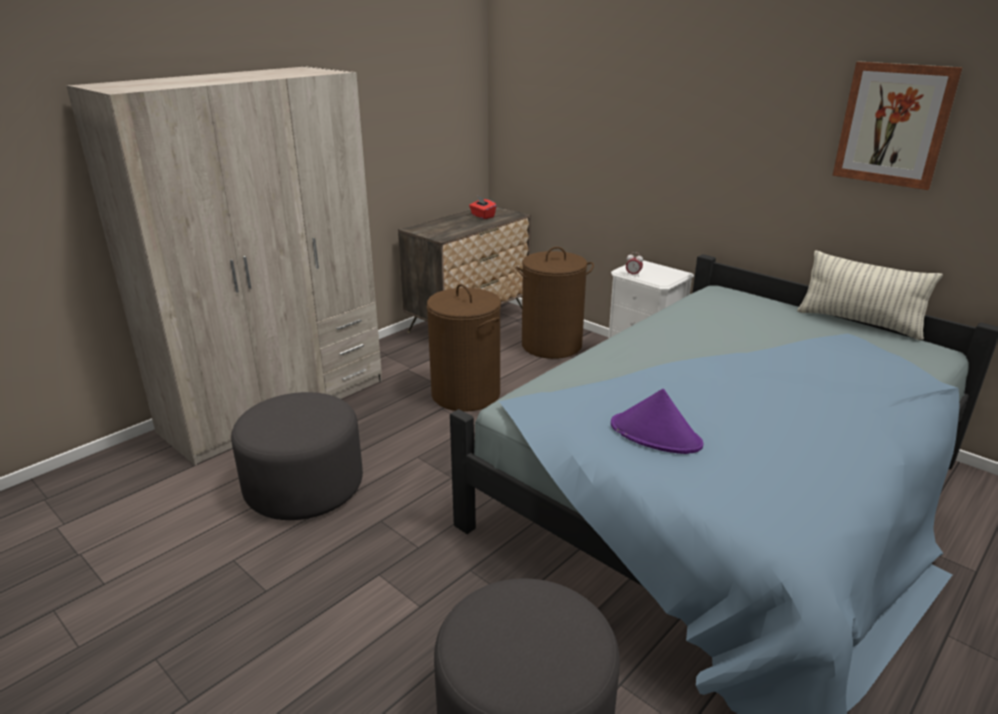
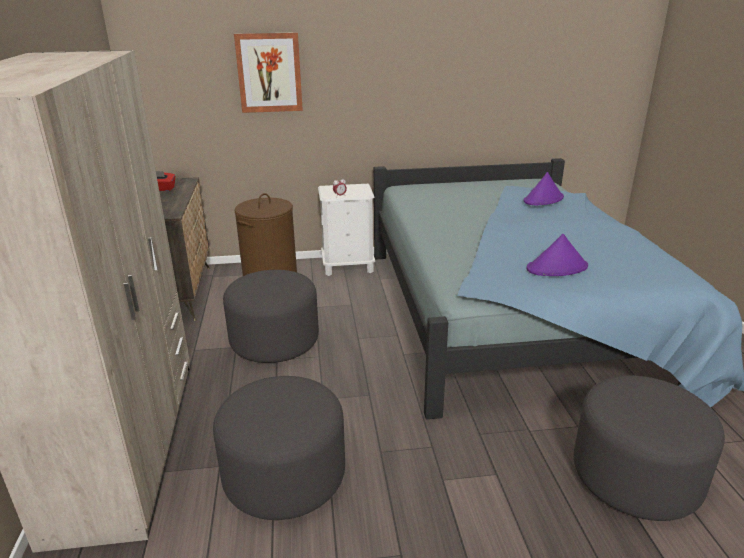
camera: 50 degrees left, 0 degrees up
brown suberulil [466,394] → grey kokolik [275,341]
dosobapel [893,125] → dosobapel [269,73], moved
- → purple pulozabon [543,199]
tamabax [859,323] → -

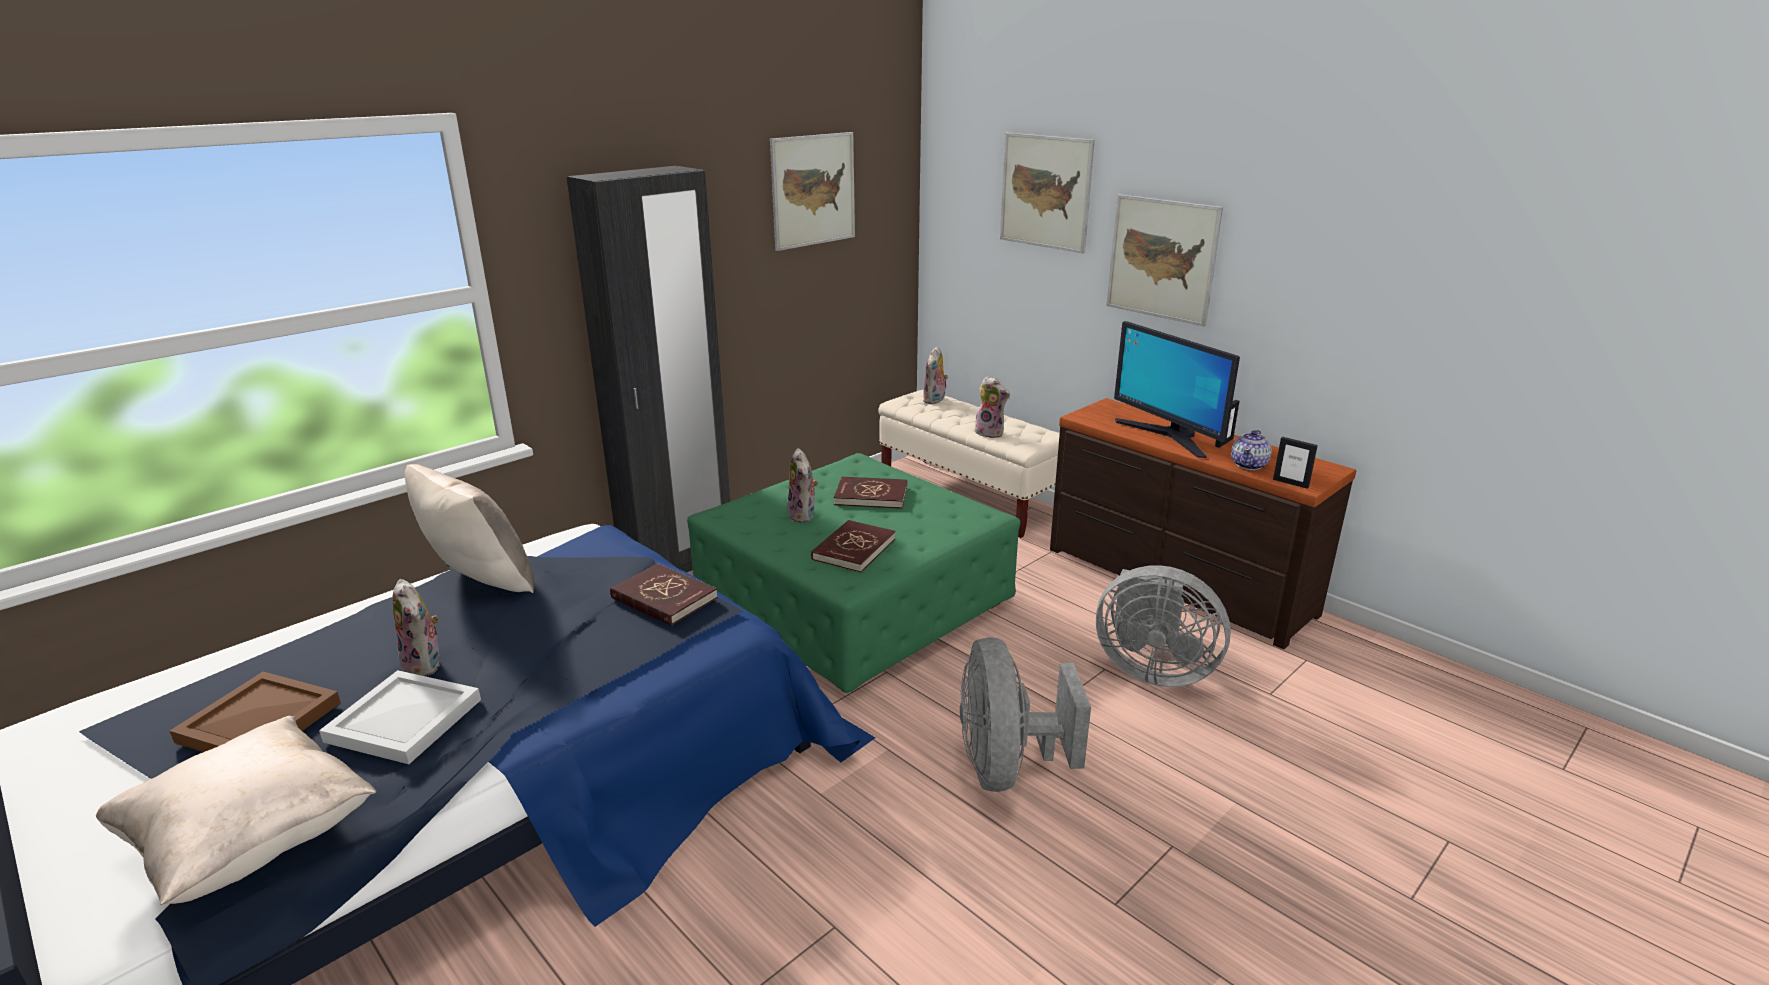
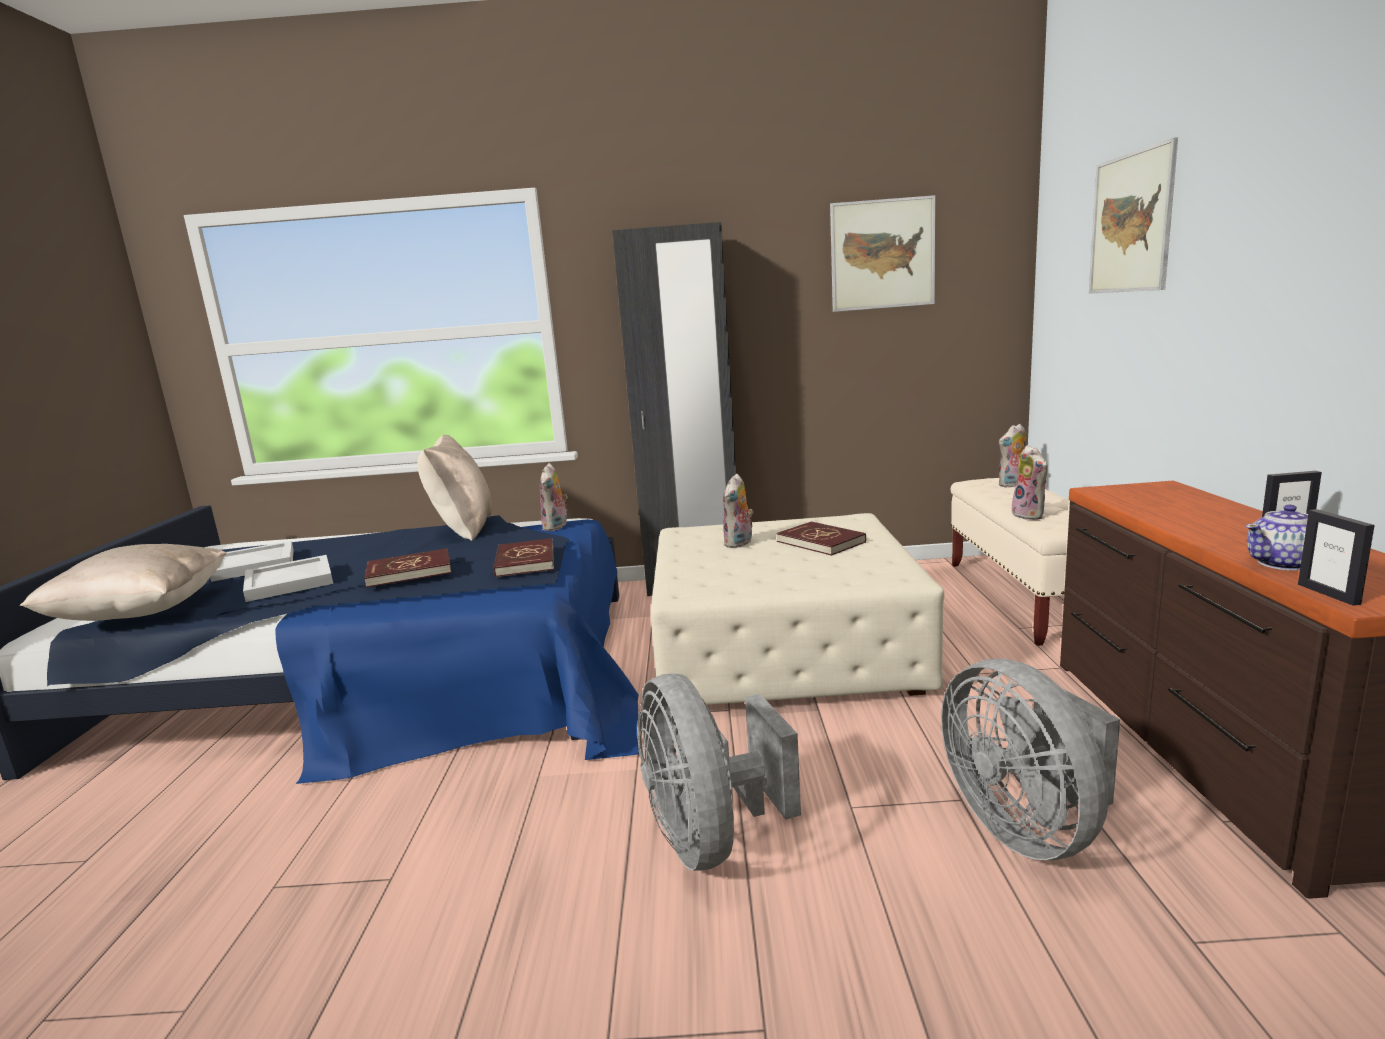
camera: 45 degrees right, 10 degrees down
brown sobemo [257,723] → white sobemo [253,564]
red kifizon [853,549] → red kifizon [409,572], moved
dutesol [426,665] → dutesol [556,527], moved
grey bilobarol [1007,767] → grey bilobarol [710,837], 60 degrees counterclockwise
green kokolik [852,602] → beige kokolik [782,649]
dosobapel [1162,259] → -
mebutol [1168,436] → -

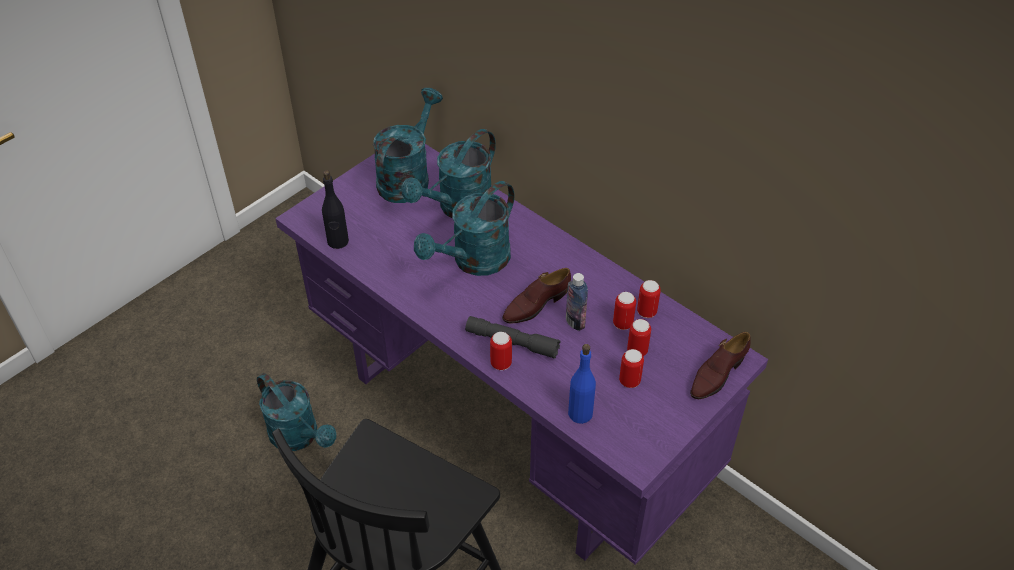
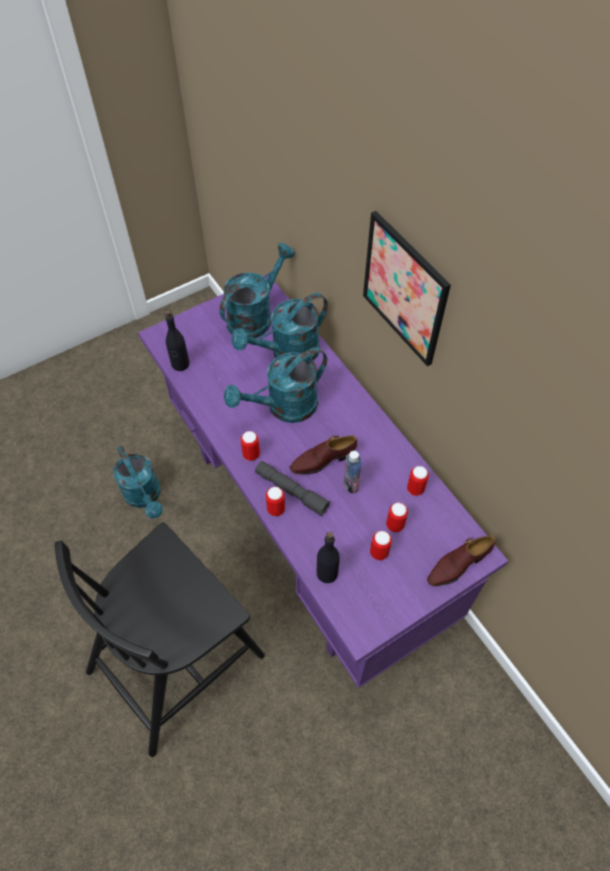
camera: 15 degrees right, 10 degrees up
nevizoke [623,323] → nevizoke [251,454], moved
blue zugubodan [580,413] → black zugubodan [327,573]
- → dosobapel [404,289]

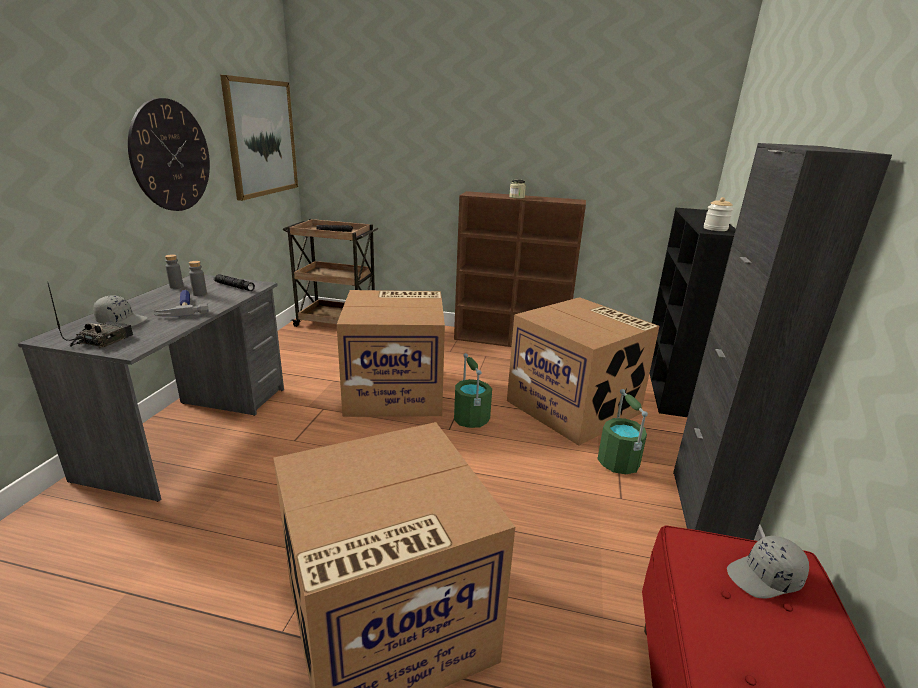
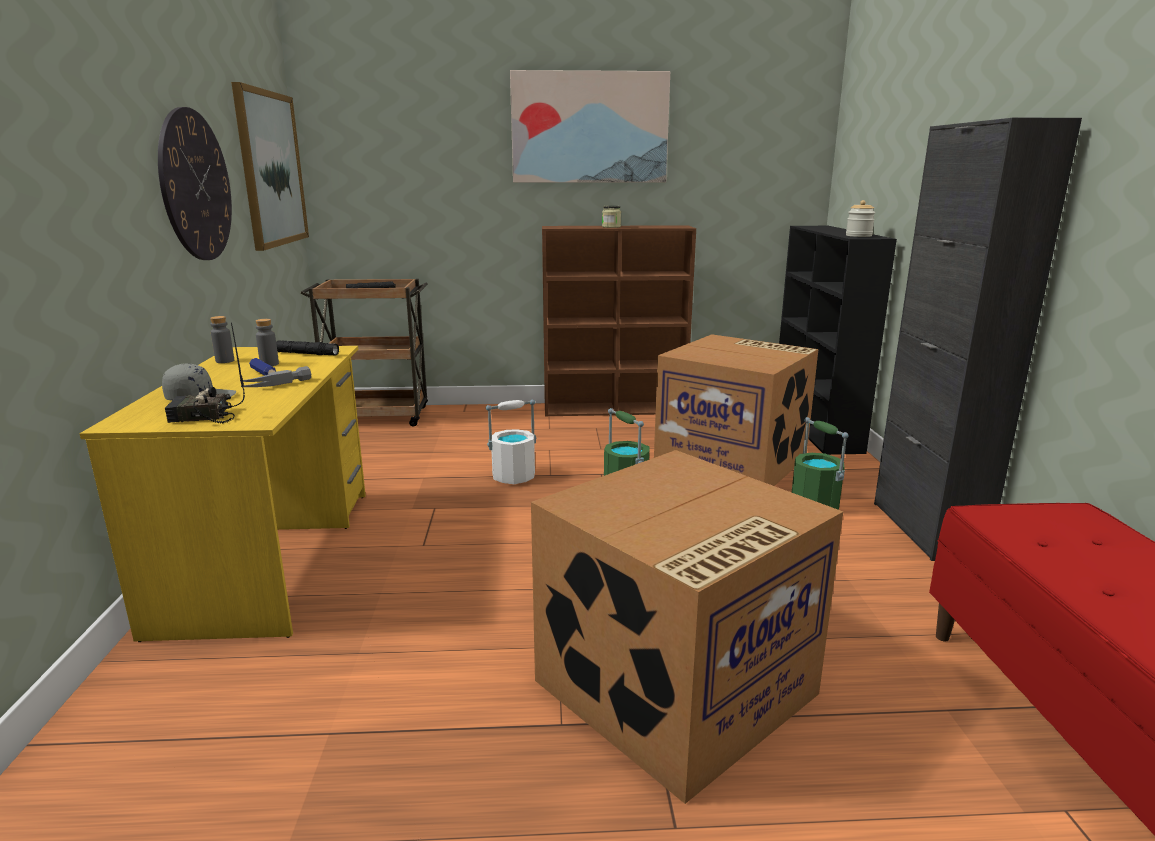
camera: 15 degrees left, 5 degrees down
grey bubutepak [192,429] → yellow bubutepak [271,556]
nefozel [102,340] → nefozel [202,417], 105 degrees counterclockwise
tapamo [396,391] → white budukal [514,476]
- → dosobapel [589,128]
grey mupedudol [765,578] → -

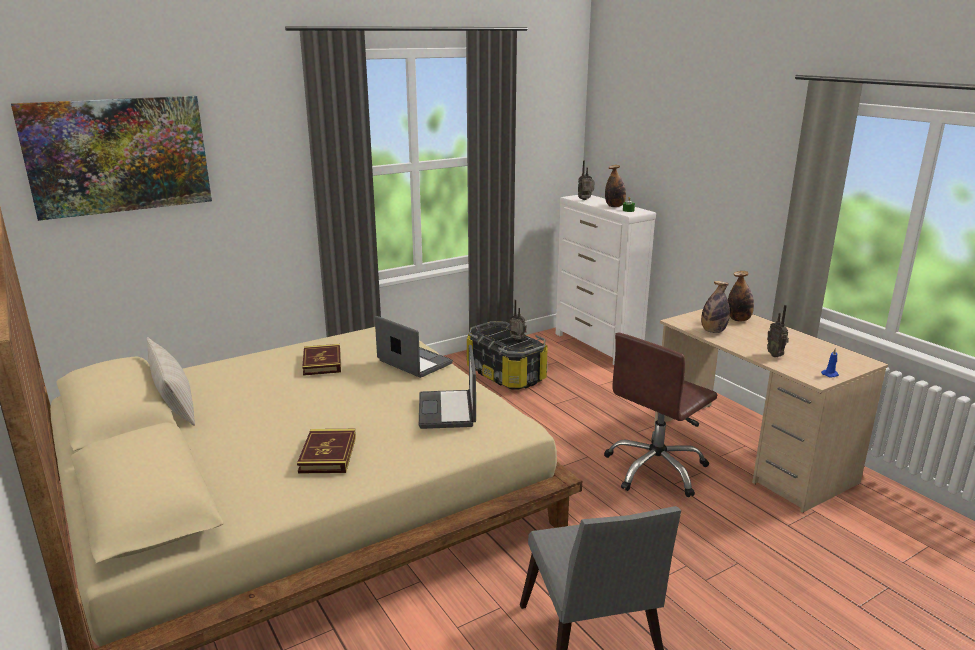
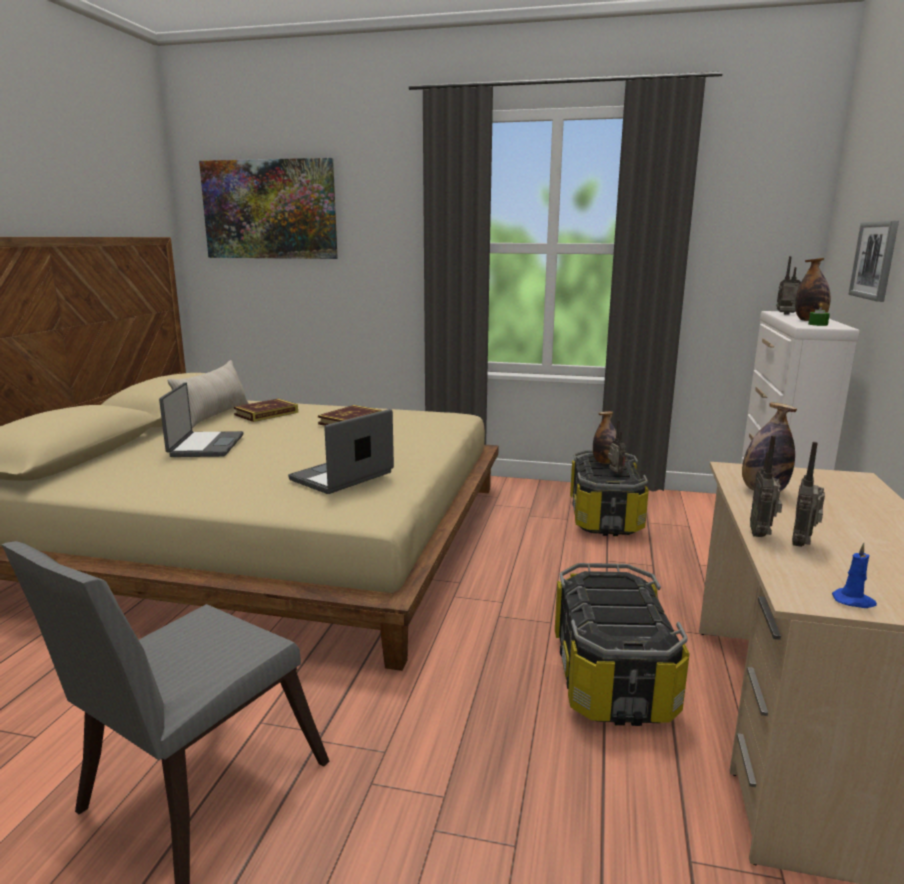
camera: 45 degrees right, 5 degrees down
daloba [413,363] → daloba [205,446], moved
kifizon [328,455] → kifizon [266,414], moved
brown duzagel [656,469] → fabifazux [610,677]
zugubodan [738,319] → zugubodan [605,462], moved
- → nefozel [761,534]
- → dosobapel [875,260]

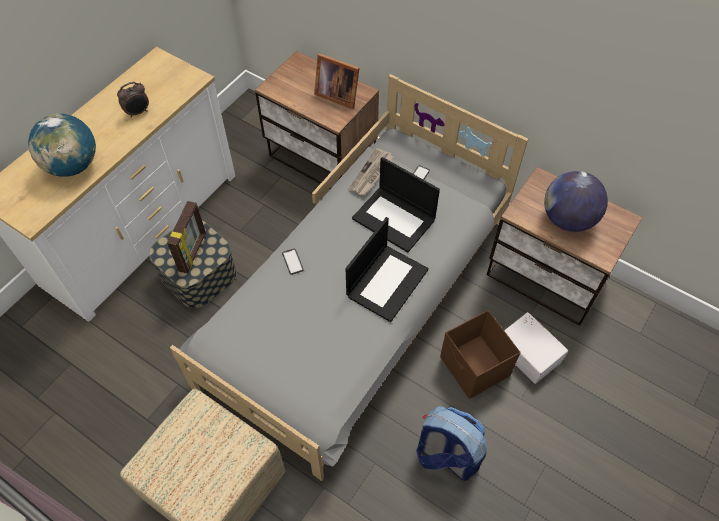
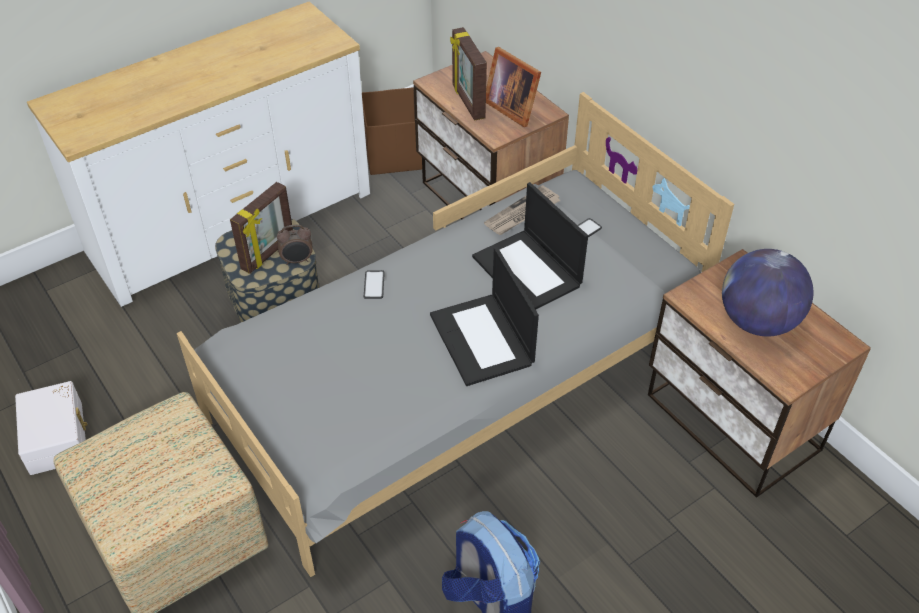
camera: 20 degrees right, 10 degrees down
white fabifazux [529,352] → white fabifazux [58,436], moved
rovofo [138,112] → rovofo [297,261], moved
brown fabifazux [474,367] → brown fabifazux [393,155], moved
daloba [387,282] → daloba [483,340], 105 degrees clockwise
- → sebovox [467,102]
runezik [73,166] → -

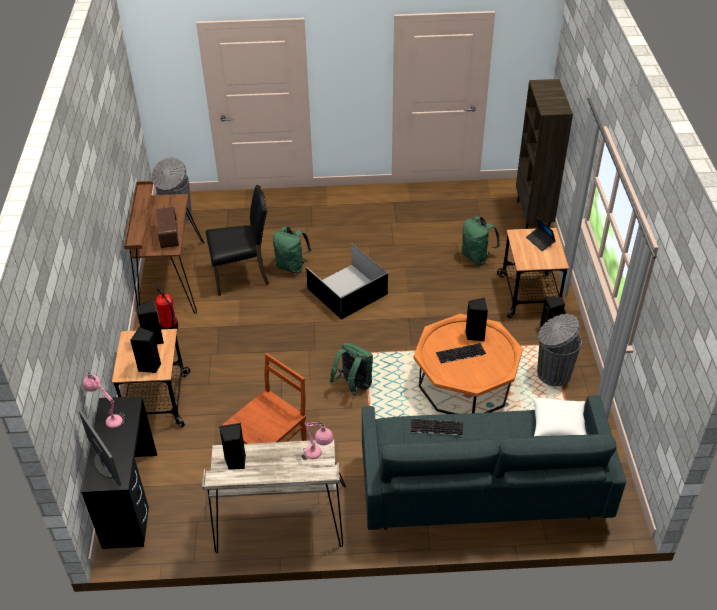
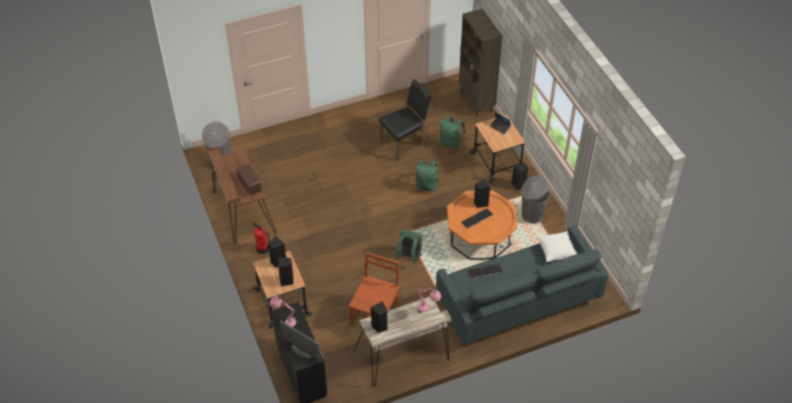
camera: 20 degrees left, 5 degrees up
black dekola [242,275] → black dekola [405,143], moved
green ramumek [292,266] → green ramumek [426,186], moved
black fabifazux [348,290] → -

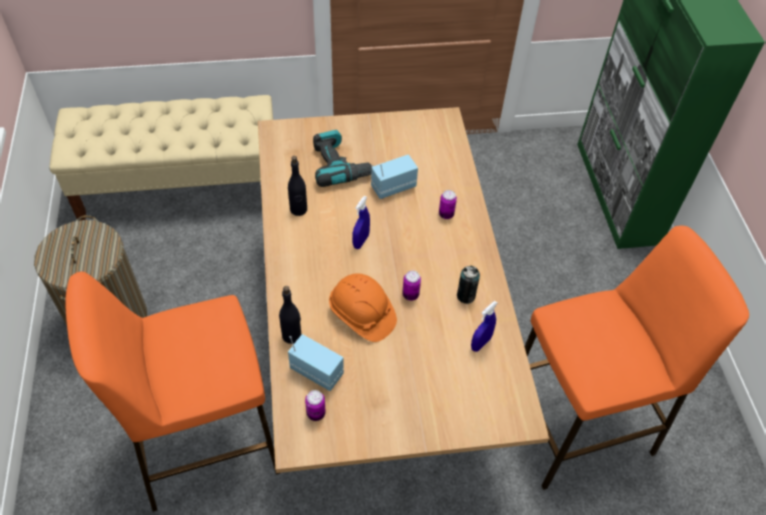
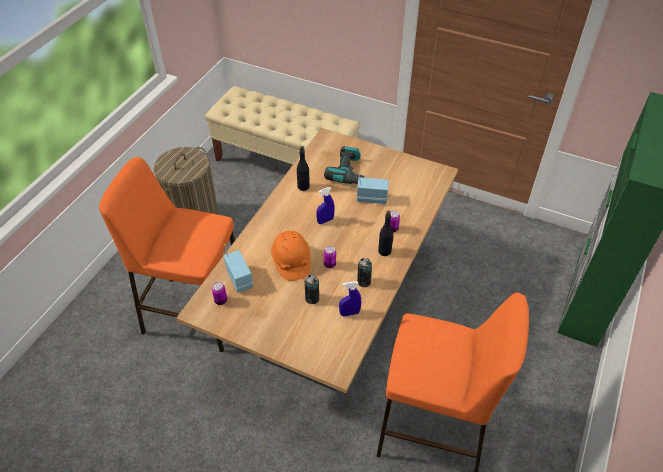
camera: 35 degrees right, 5 degrees down
- → nevizoke [312,298]
black zugubodan [292,335] → black zugubodan [385,251], moved

